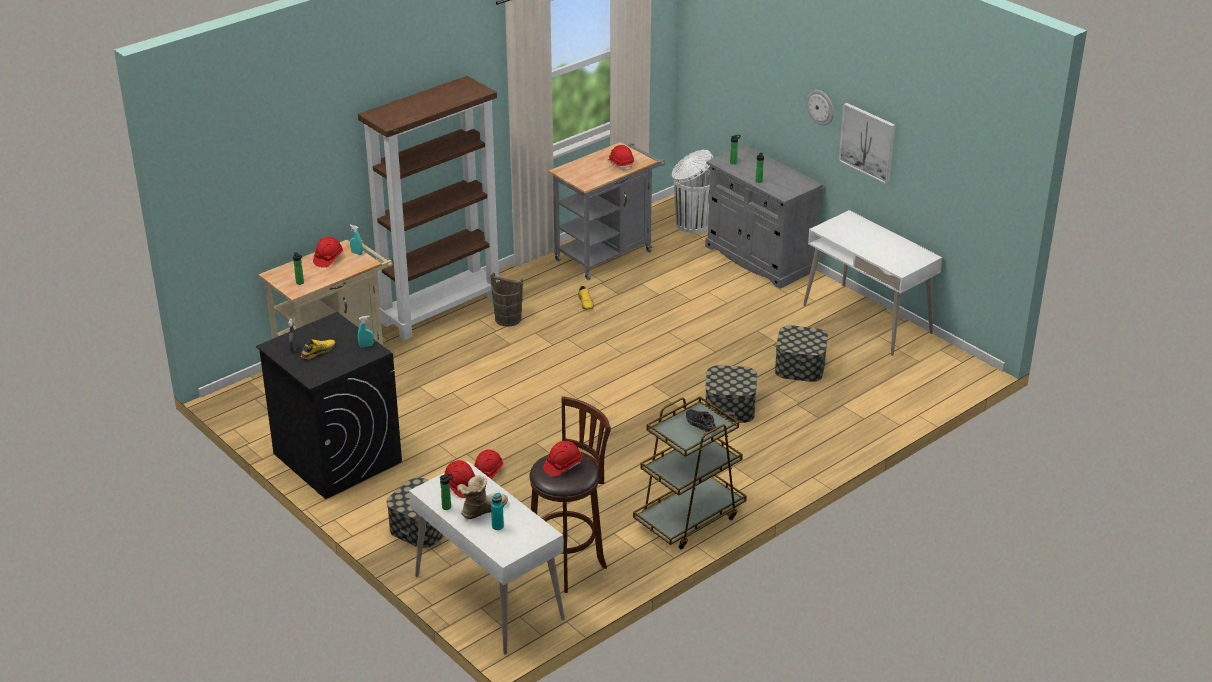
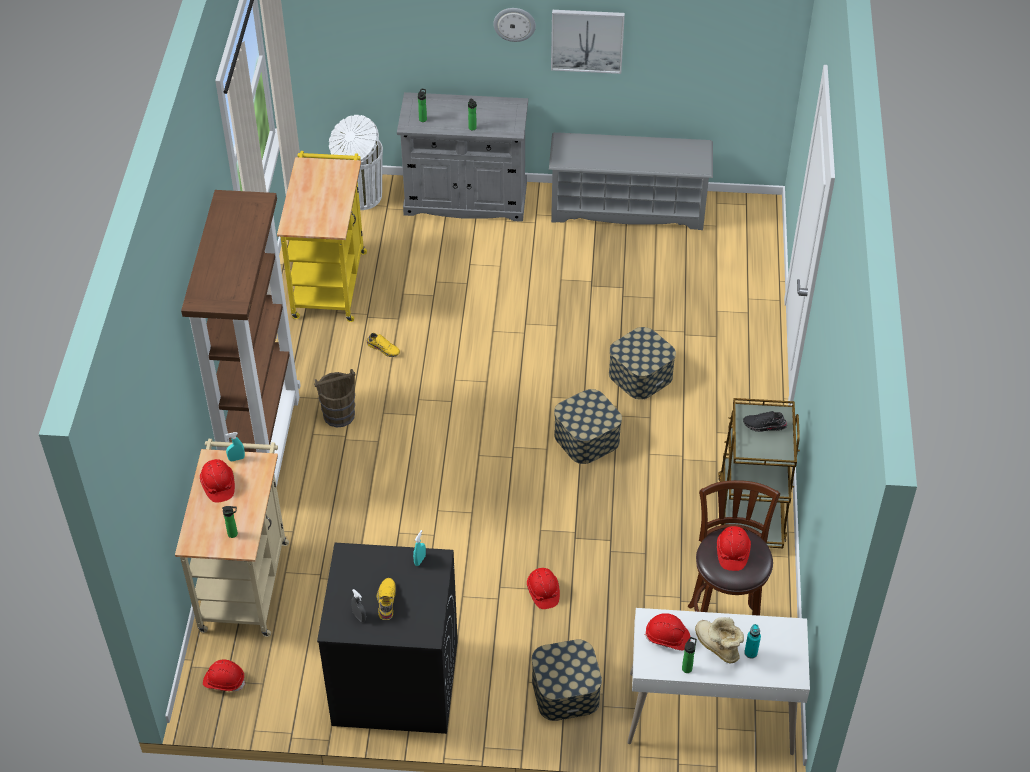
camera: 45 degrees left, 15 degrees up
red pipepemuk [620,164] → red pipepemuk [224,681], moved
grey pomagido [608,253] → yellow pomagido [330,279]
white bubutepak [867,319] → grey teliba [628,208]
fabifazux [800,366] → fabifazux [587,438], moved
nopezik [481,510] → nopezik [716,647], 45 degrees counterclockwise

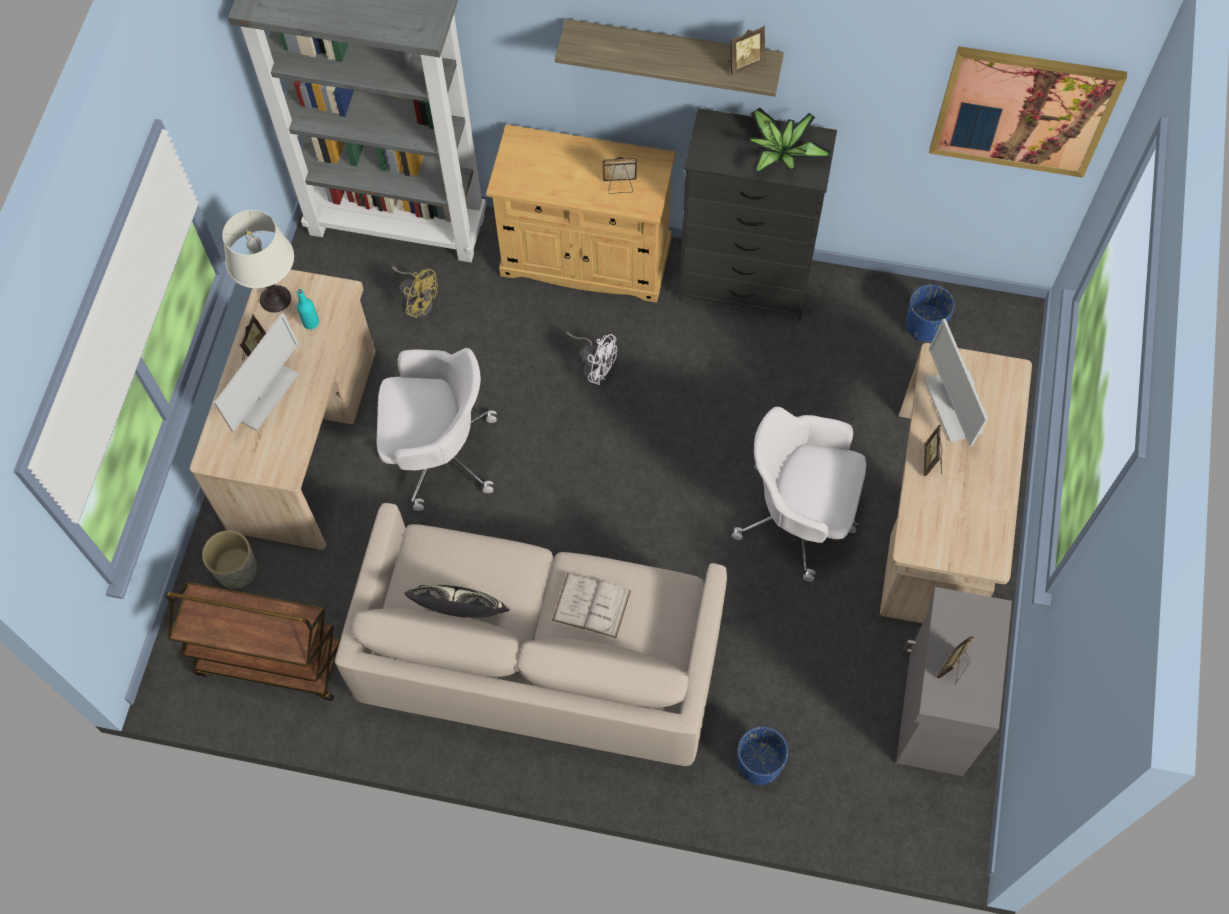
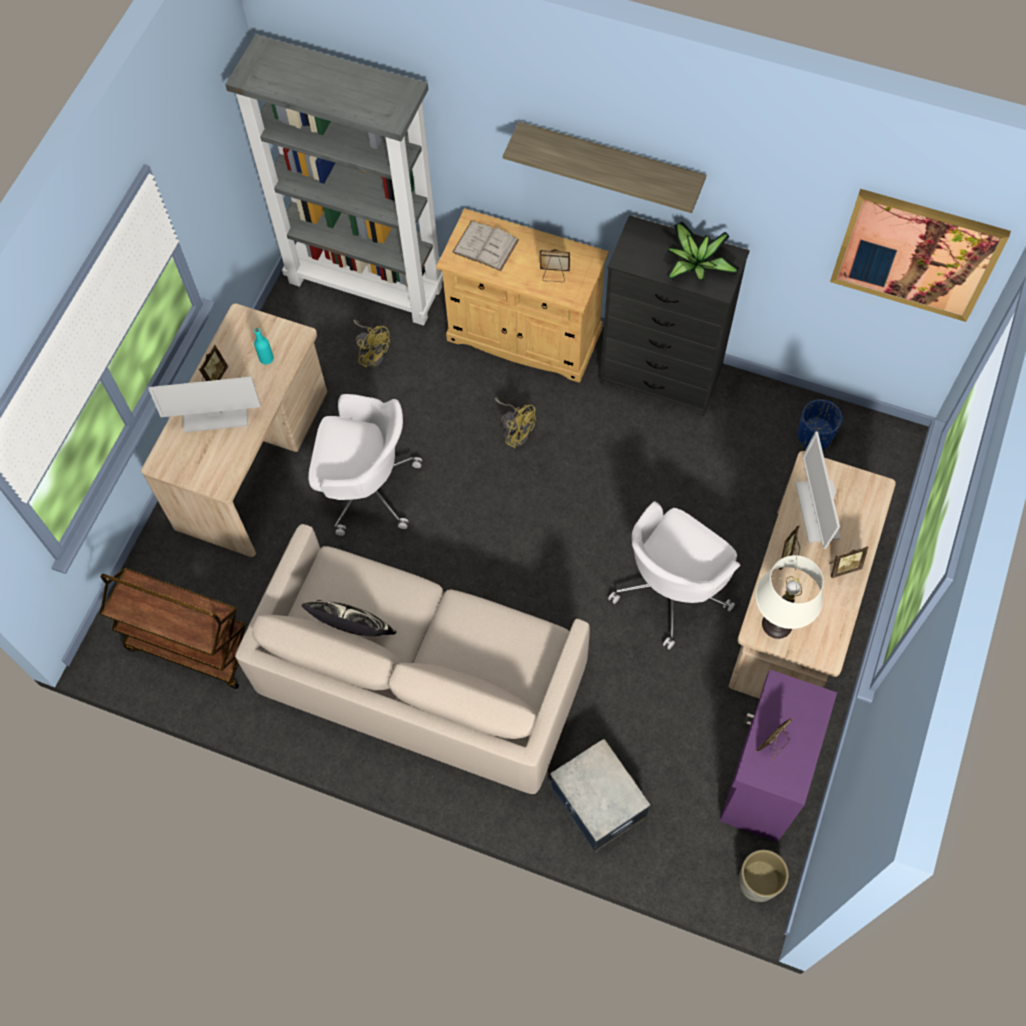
camera: 10 degrees right, 0 degrees up
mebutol [263,395] → mebutol [214,416], 45 degrees clockwise
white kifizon [591,605] → white kifizon [485,246], moved
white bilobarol [595,366] → yellow bilobarol [515,431]
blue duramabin [759,764] → fabifazux [597,803]
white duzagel [799,517] → white duzagel [672,589], 75 degrees counterclockwise
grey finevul [933,710] → purple finevul [762,780]
grey duramabin [236,569] → grey duramabin [757,881], moved
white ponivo [275,298] → white ponivo [777,624], moved
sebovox [744,64] → sebovox [843,567], moved

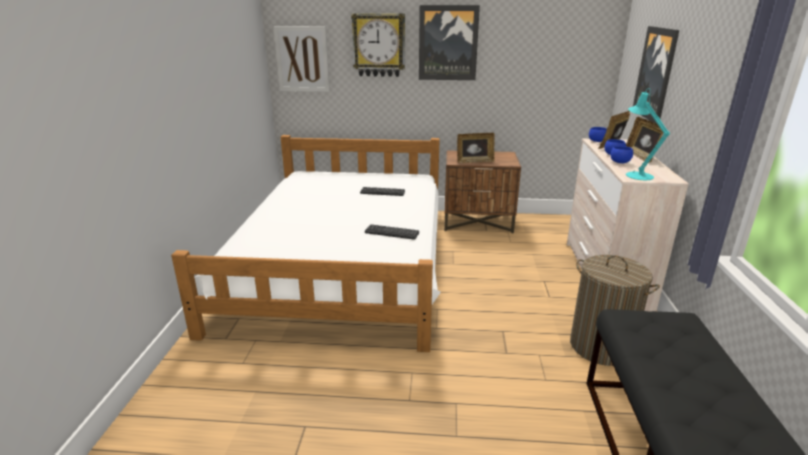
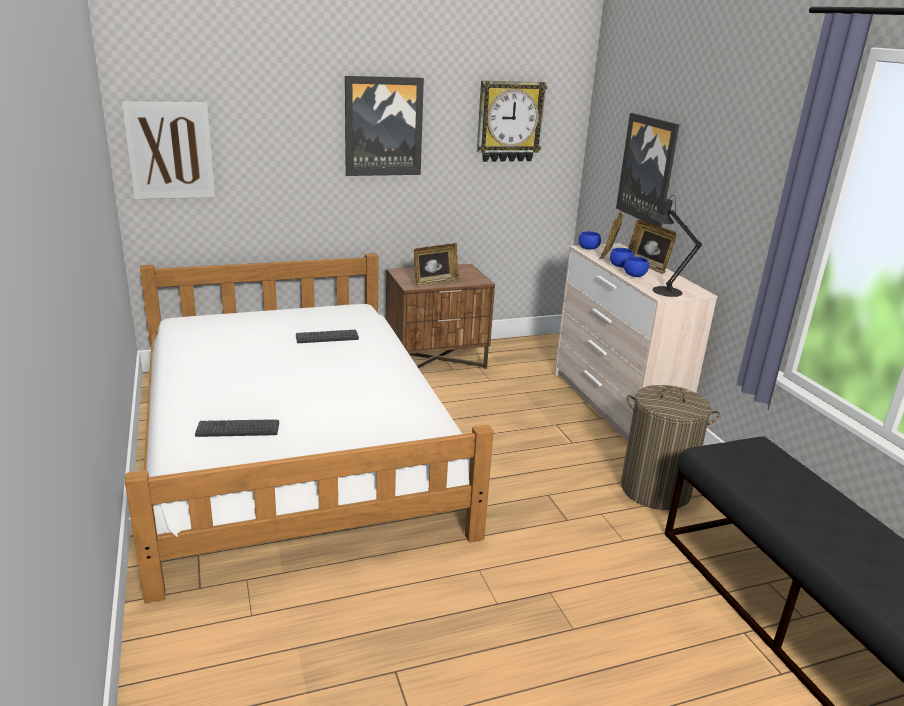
camera: 25 degrees left, 0 degrees up
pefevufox [392,232] → pefevufox [238,429], moved
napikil [379,45] → napikil [509,121], moved
turquoise ponivo [636,174] → black ponivo [663,290]

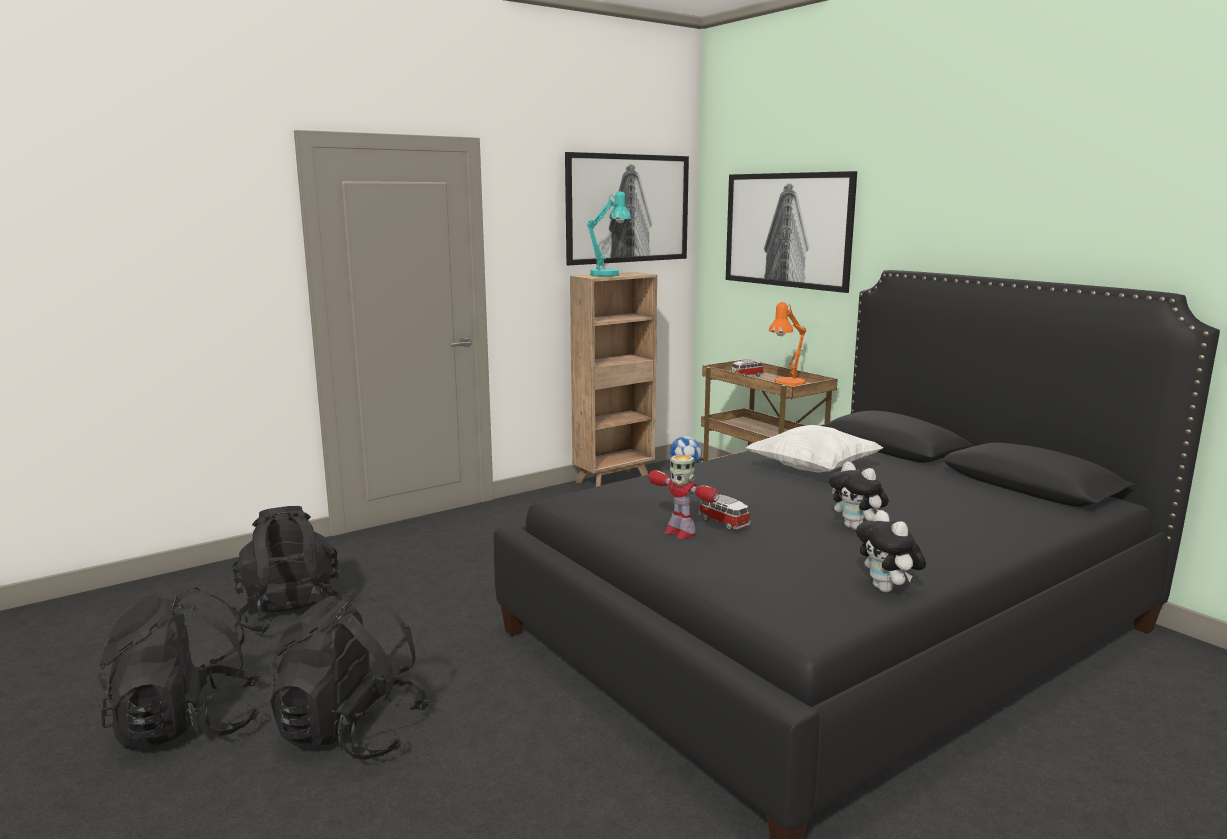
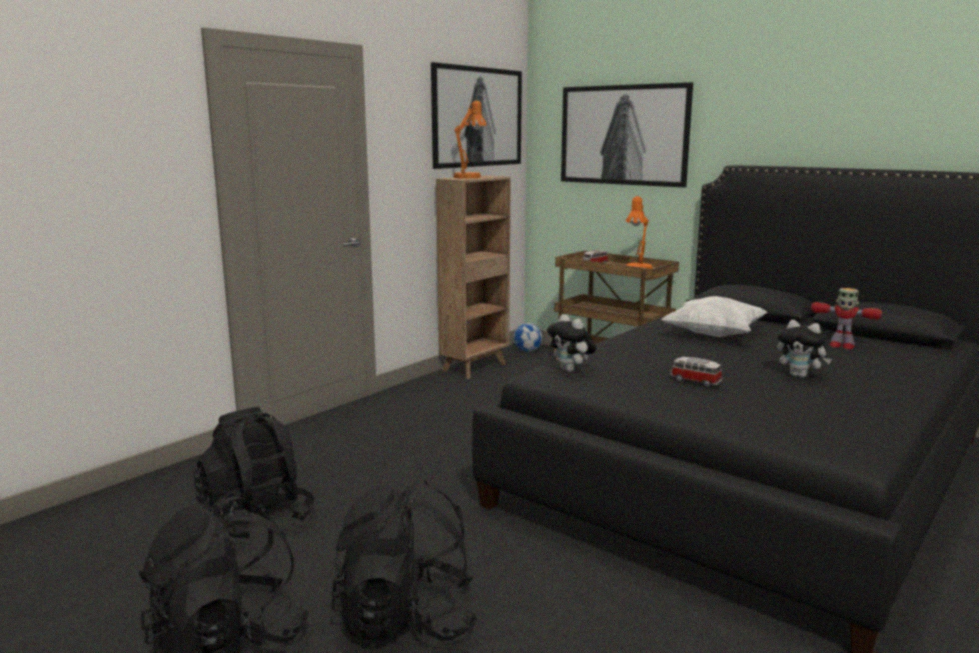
camera: 15 degrees left, 0 degrees up
turquoise ponivo [609,274] → orange ponivo [470,177]
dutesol [887,589] → dutesol [571,370], moved
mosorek [679,532] → mosorek [841,345], moved

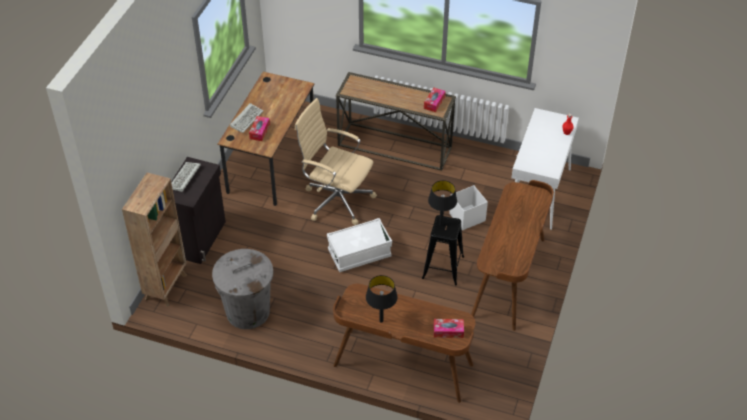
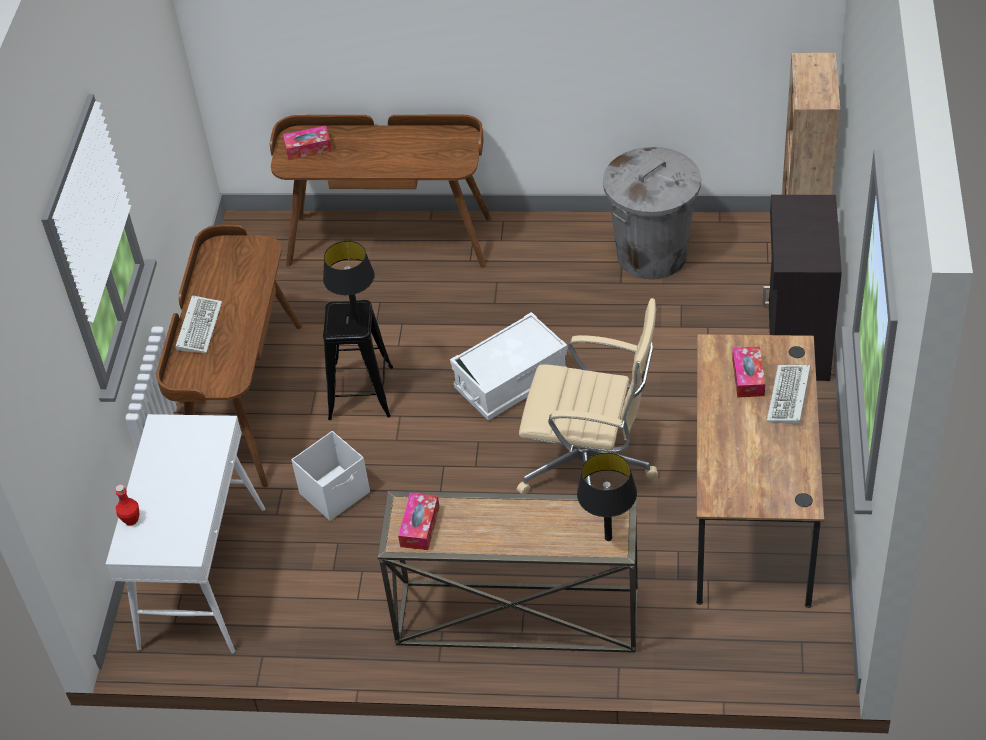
camera: 170 degrees right, 0 degrees up
pefevufox [184,178] → pefevufox [199,326], moved
black ponivo [381,320] → black ponivo [608,538], moved

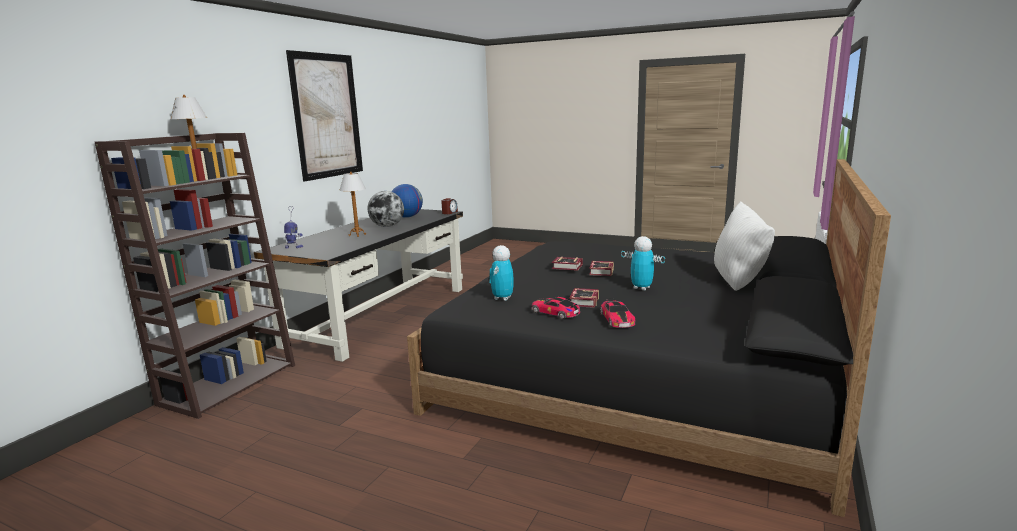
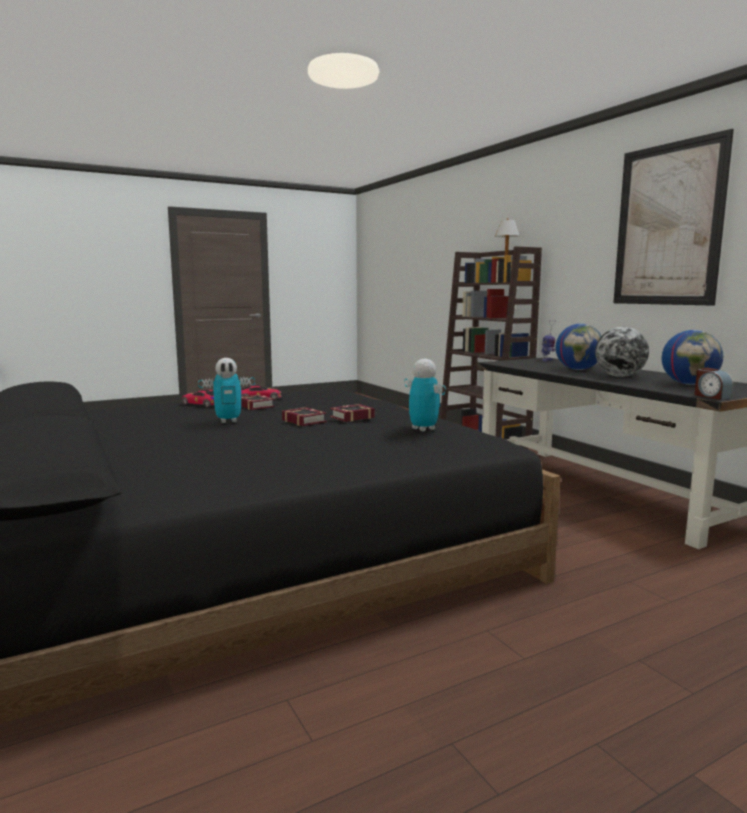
camera: 125 degrees right, 5 degrees down
mosorek [502,298] → mosorek [423,429], moved
ponivo [357,235] → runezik [578,369]
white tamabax [740,282] → -

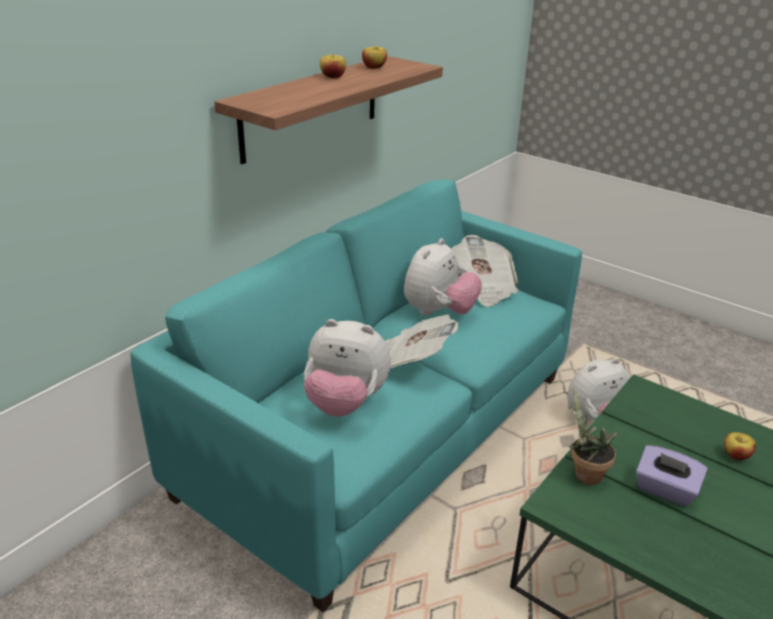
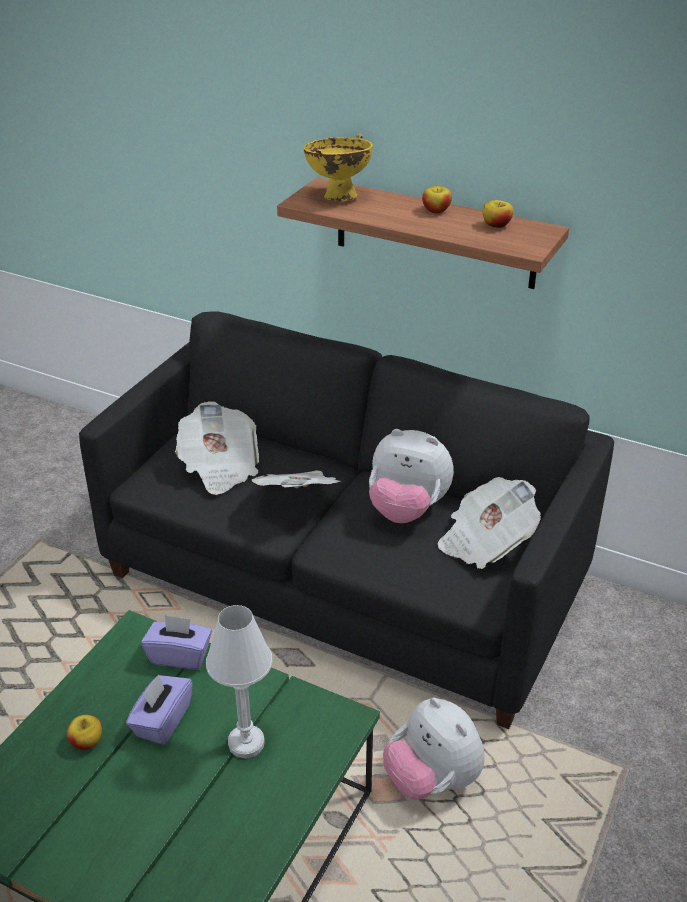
camera: 80 degrees right, 5 degrees up
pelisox [736,455] → pelisox [87,742], moved
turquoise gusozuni [383,433] → black gusozuni [345,580]
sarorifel [584,473] → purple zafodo [180,655]
dutesol [345,403] → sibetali [219,467]
- → white ponivo [246,743]
- → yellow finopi [337,197]

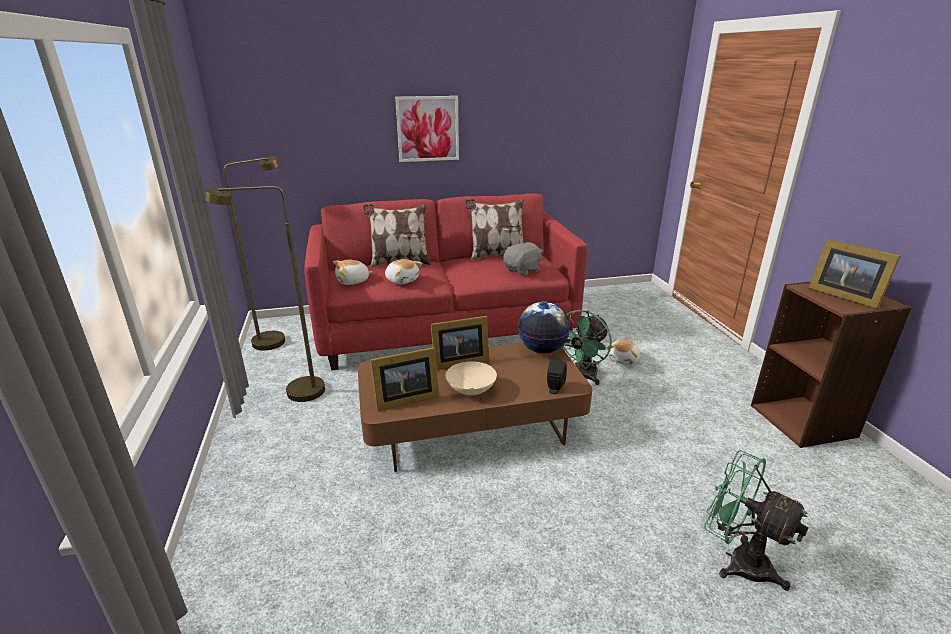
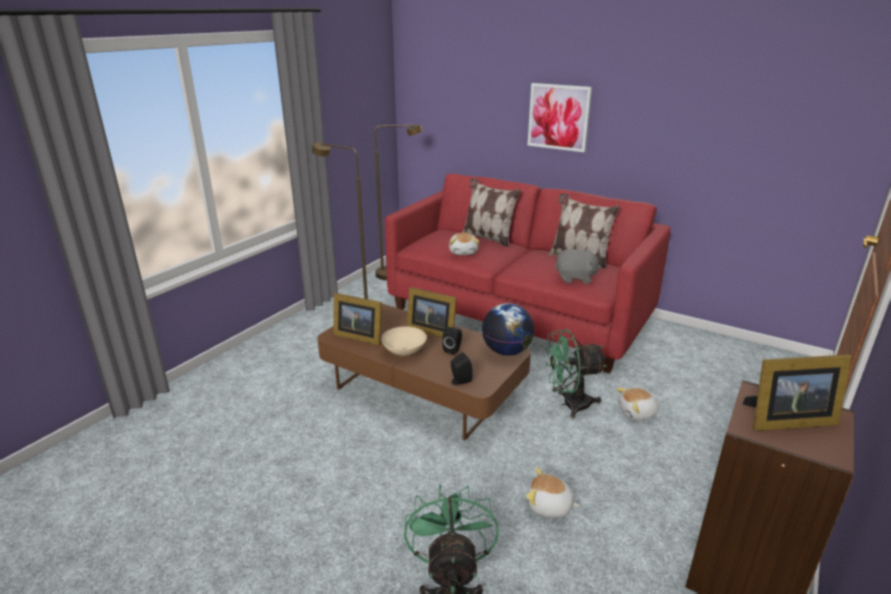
camera: 45 degrees right, 0 degrees up
- → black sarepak [453,350]
dutesol [353,281] → dutesol [549,506], moved
sebovox [842,295] → sebovox [785,420], 105 degrees counterclockwise

